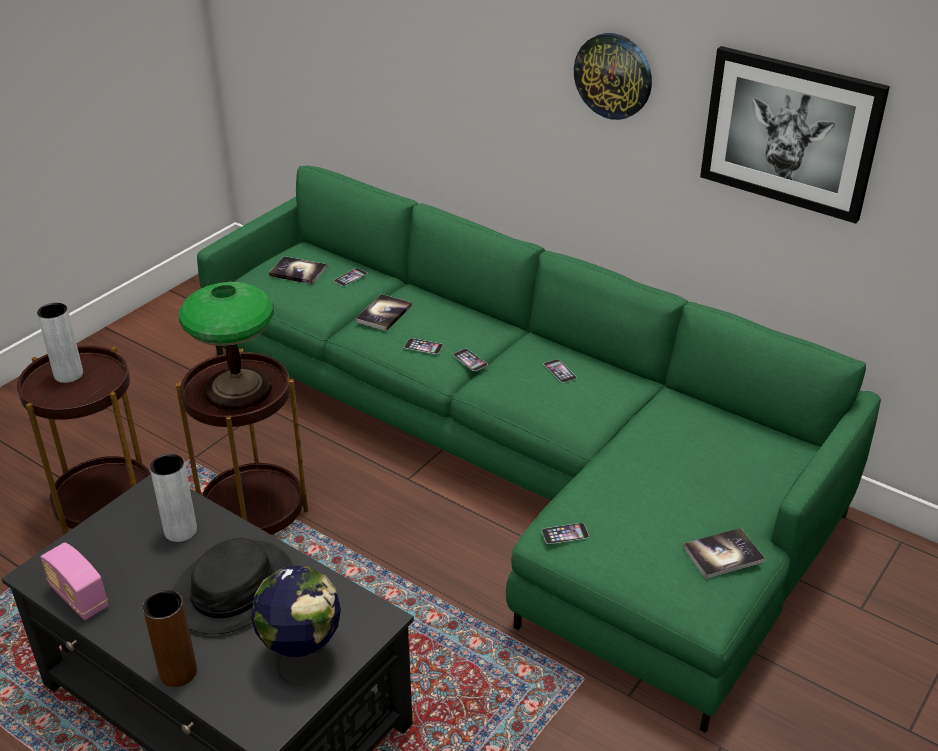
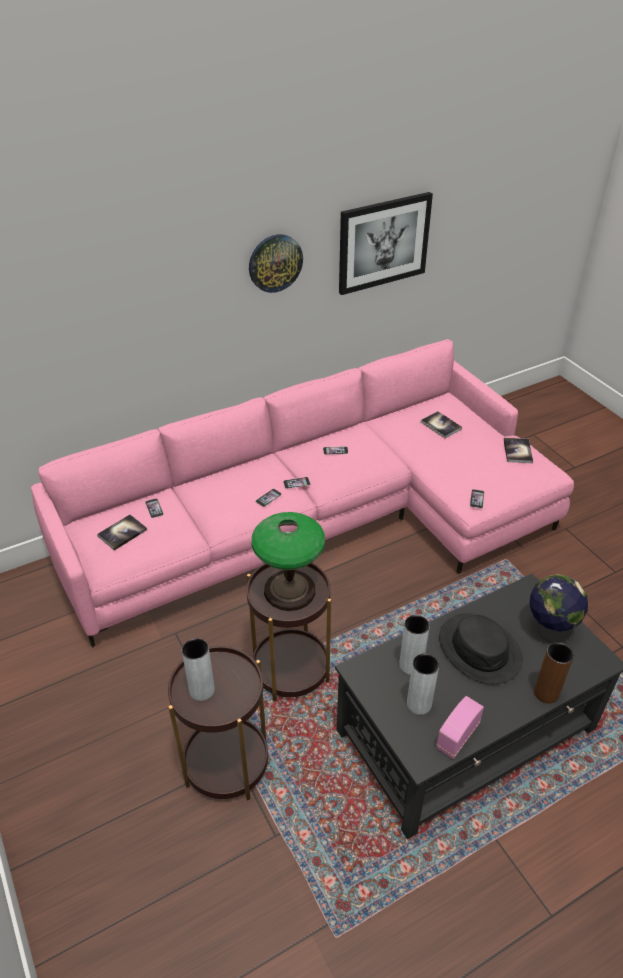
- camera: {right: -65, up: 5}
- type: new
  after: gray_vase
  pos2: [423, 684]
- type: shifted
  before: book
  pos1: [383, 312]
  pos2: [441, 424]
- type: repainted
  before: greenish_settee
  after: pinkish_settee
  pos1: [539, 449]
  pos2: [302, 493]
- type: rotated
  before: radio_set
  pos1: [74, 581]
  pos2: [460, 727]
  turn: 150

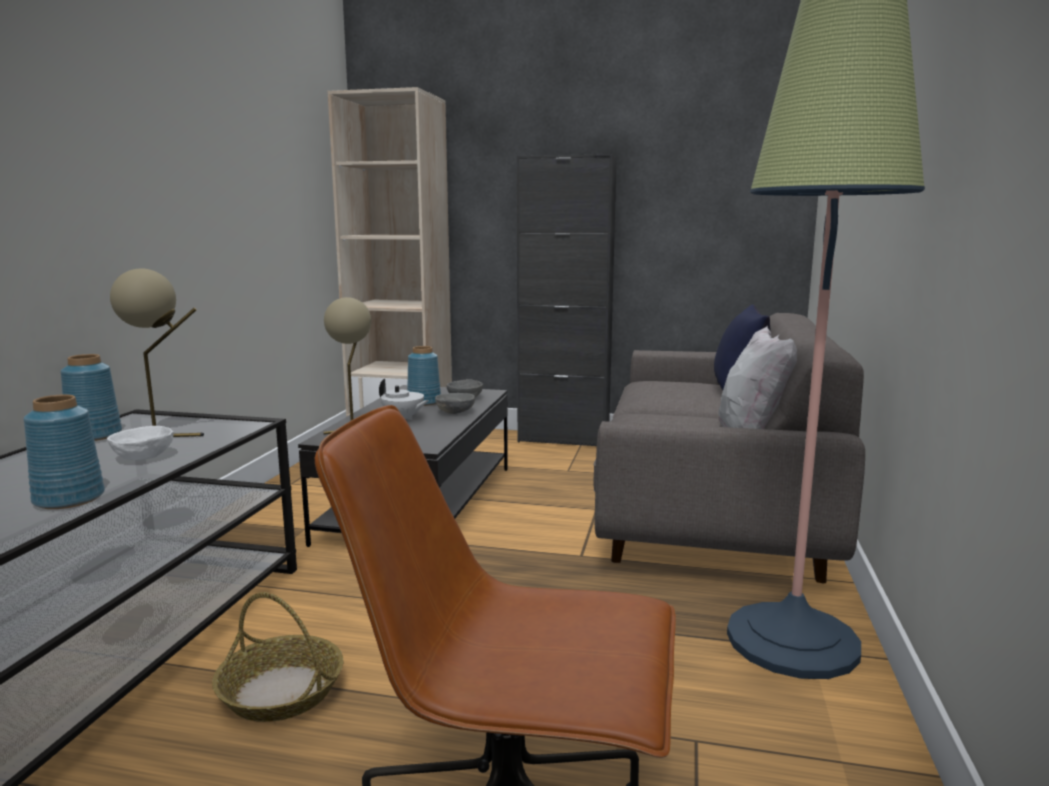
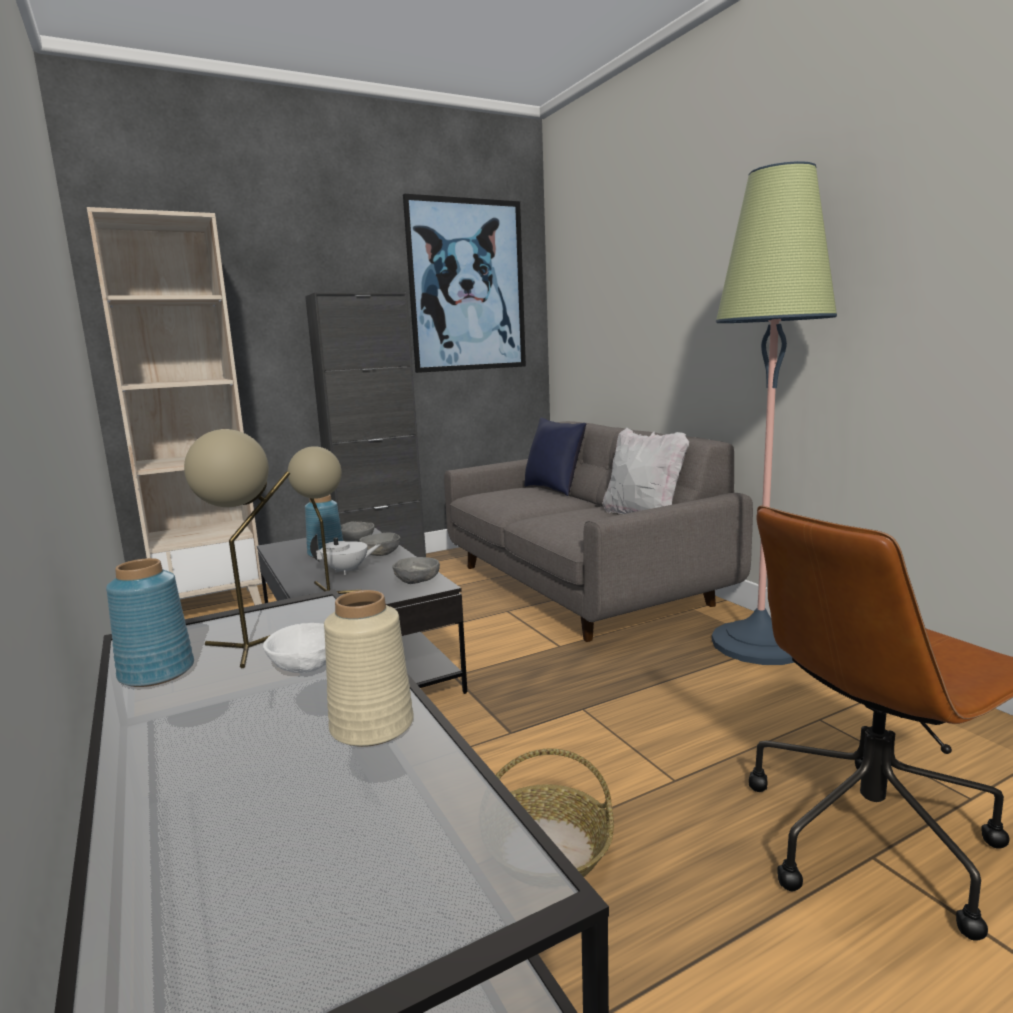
- camera: {right: -40, up: 0}
- type: new
  after: gray_serving_bowl
  pos2: [416, 570]
- type: new
  after: picture
  pos2: [464, 283]
- type: repainted
  before: blue-coloured_vase
  after: sand-coloured_vase
  pos1: [64, 451]
  pos2: [369, 668]

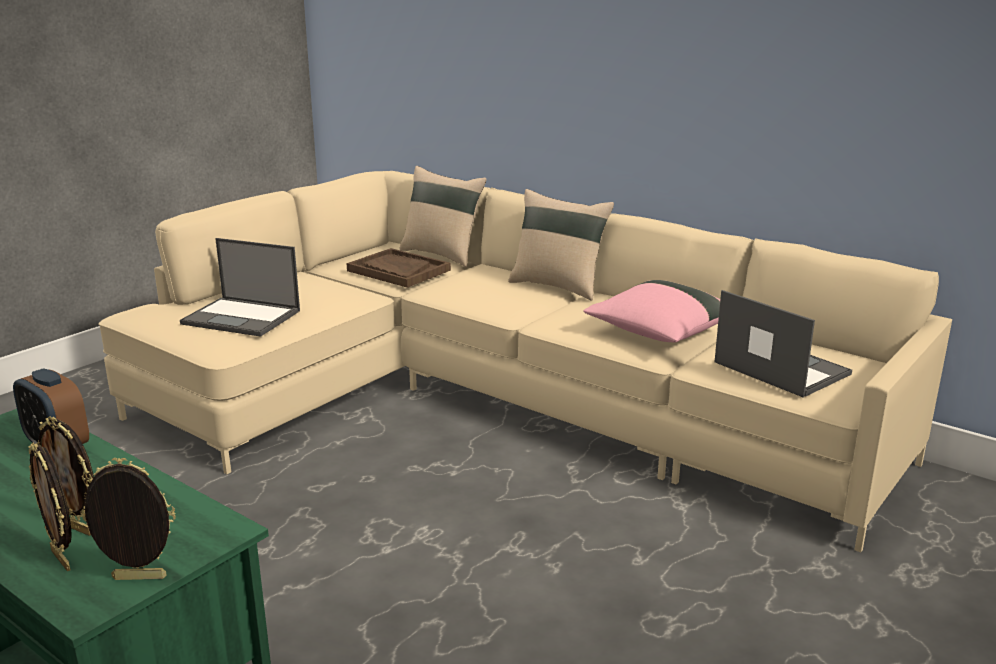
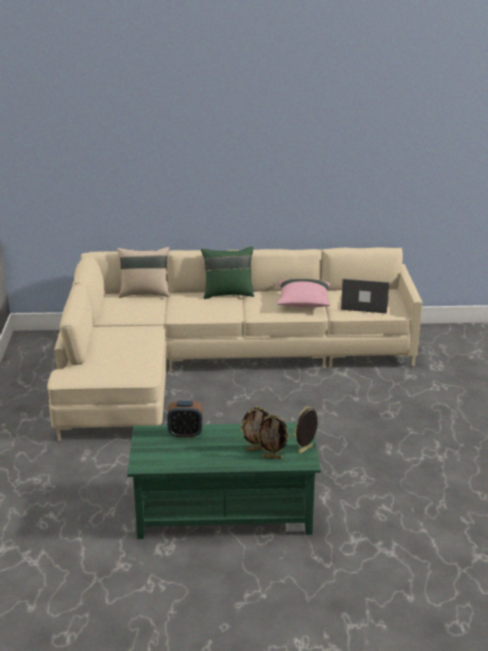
- camera: {right: -40, up: 5}
- type: gone
  before: portable_computer
  pos1: [240, 287]
- type: gone
  before: brown_carrying_tray
  pos1: [399, 268]
- type: repainted
  before: sand-coloured_throw_pillow
  after: greenish_throw_pillow
  pos1: [561, 245]
  pos2: [227, 272]

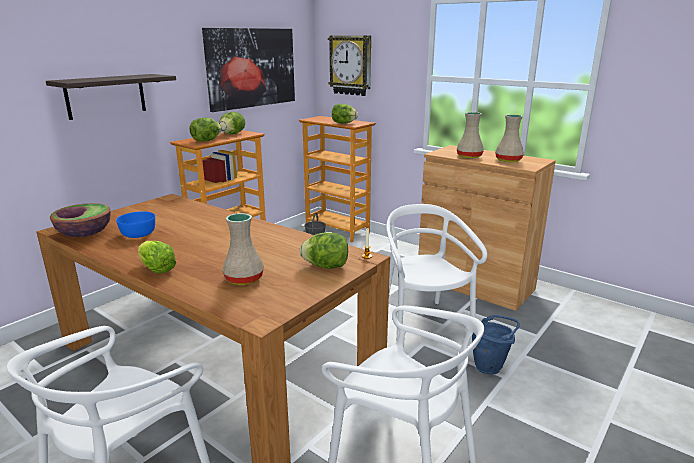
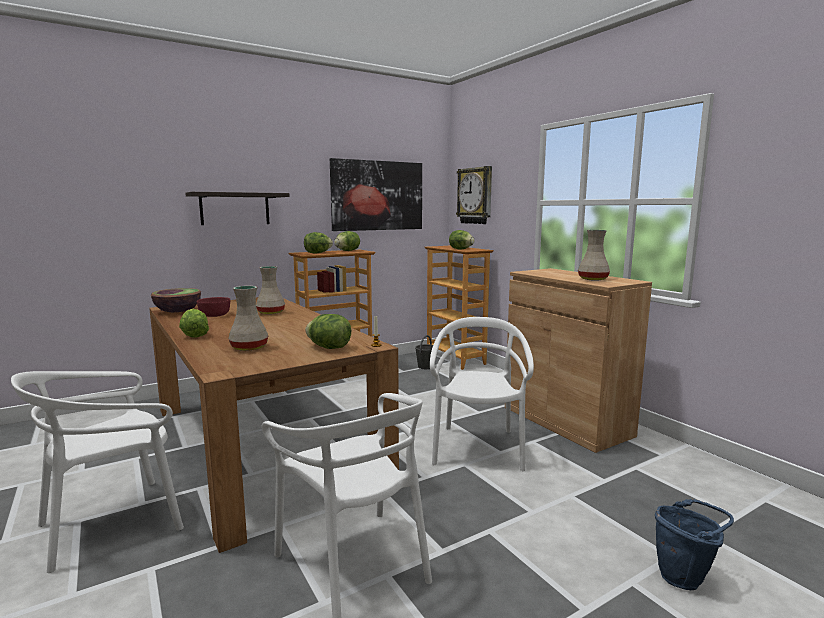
- camera: {right: 20, up: -10}
- type: shifted
  before: sand-coloured_vase
  pos1: [470, 135]
  pos2: [270, 290]
- type: shifted
  before: blue-coloured_water_bucket
  pos1: [496, 344]
  pos2: [694, 544]
- type: repainted
  before: blue-coloured_serving_bowl
  after: red-coloured_serving_bowl
  pos1: [135, 224]
  pos2: [213, 307]

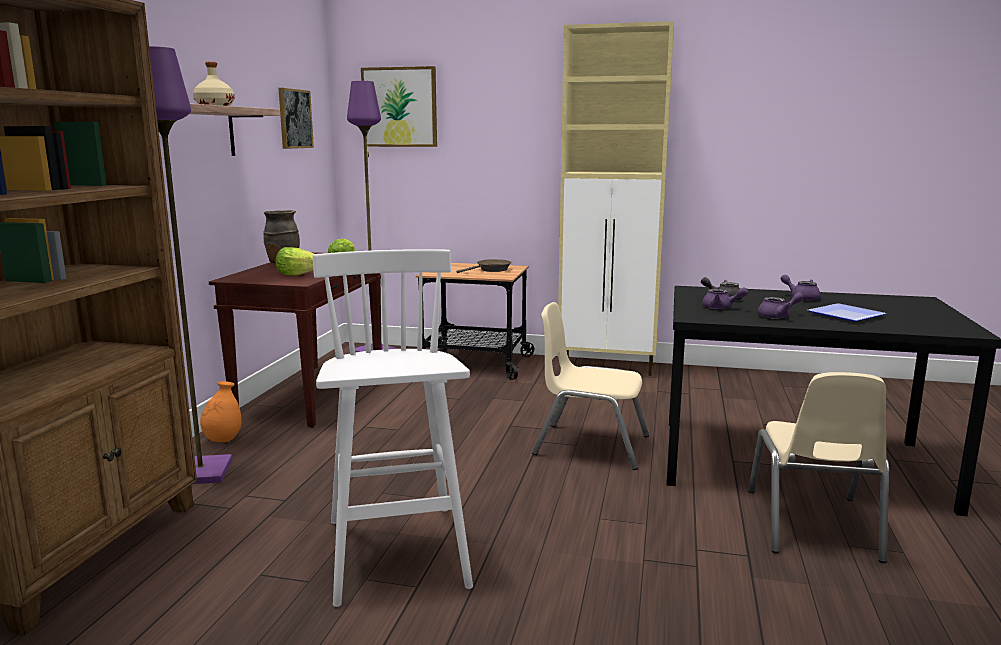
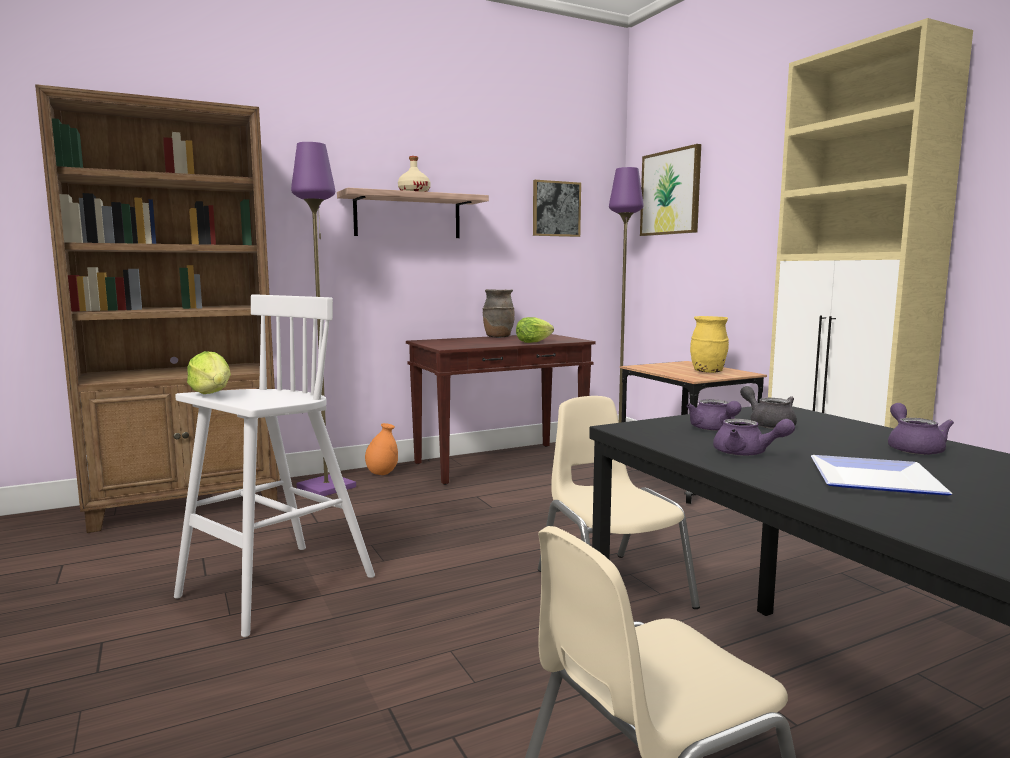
- camera: {right: 50, up: -5}
- type: shifted
  before: head_of_lettuce
  pos1: [294, 261]
  pos2: [209, 372]
- type: swapped
  before: brown_pan
  after: yellowish_vase
  pos1: [484, 266]
  pos2: [709, 344]

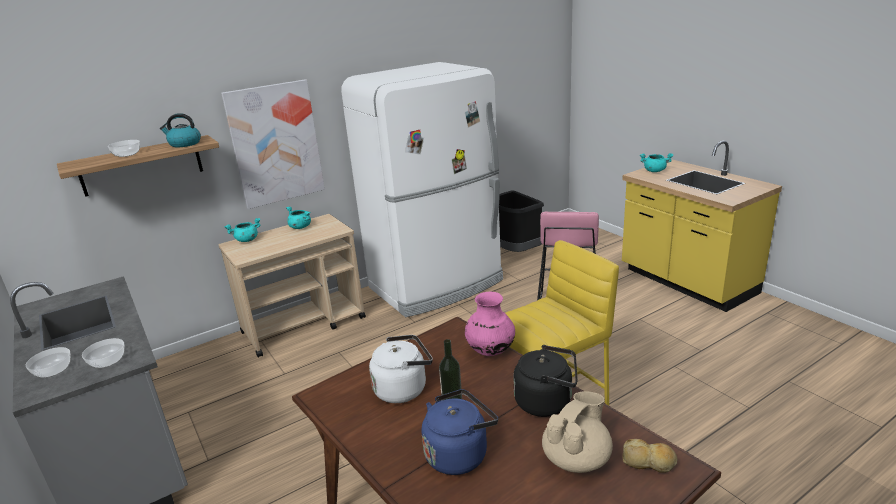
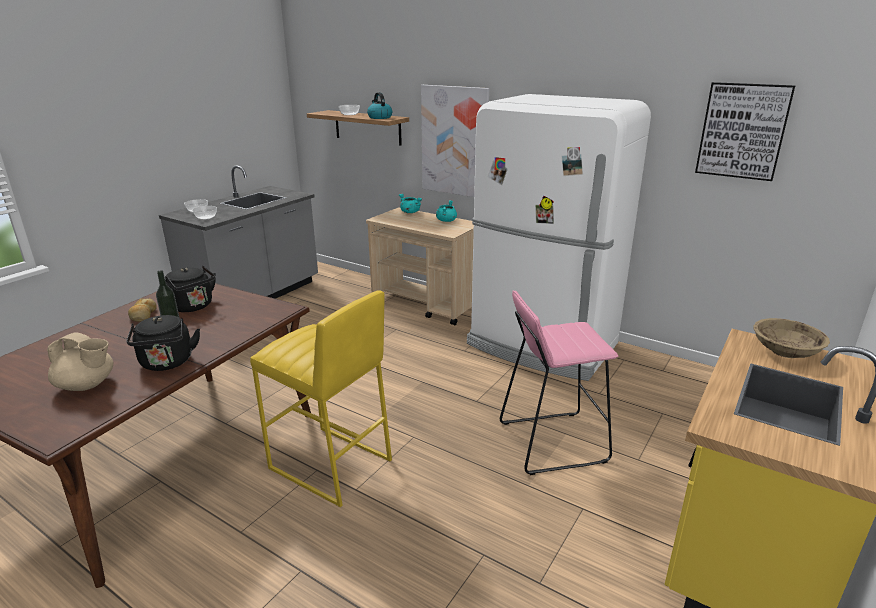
- camera: {right: 65, up: 0}
- type: gone
  before: blue-coloured_tea_kettle
  pos1: [460, 432]
- type: gone
  before: pinkish_vase
  pos1: [490, 324]
- type: gone
  before: black_rubbish_bin
  pos1: [521, 221]
- type: new
  after: picture
  pos2: [745, 131]
- type: shifted
  before: bread
  pos1: [650, 456]
  pos2: [142, 310]
- type: swapped
  before: turquoise-coloured_stockpot
  after: sand-coloured_serving_bowl
  pos1: [656, 162]
  pos2: [791, 338]
- type: repainted
  before: whitish_tea_kettle
  after: black_tea_kettle
  pos1: [401, 369]
  pos2: [190, 289]

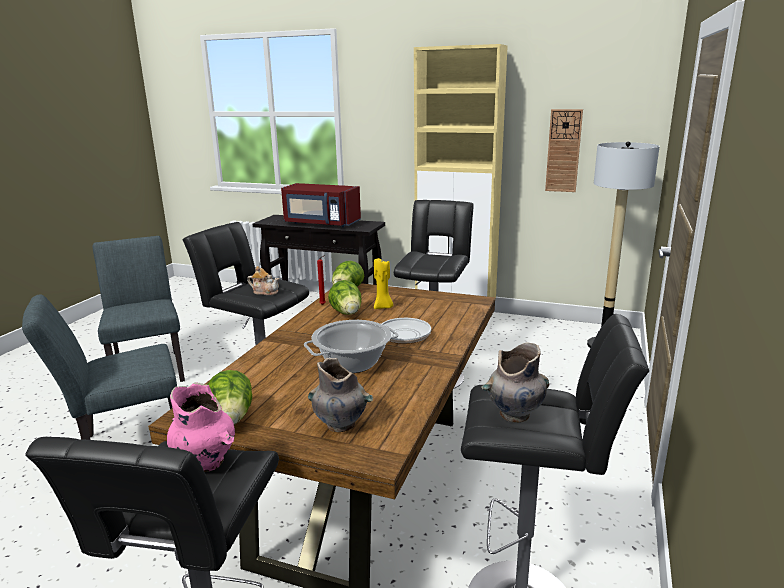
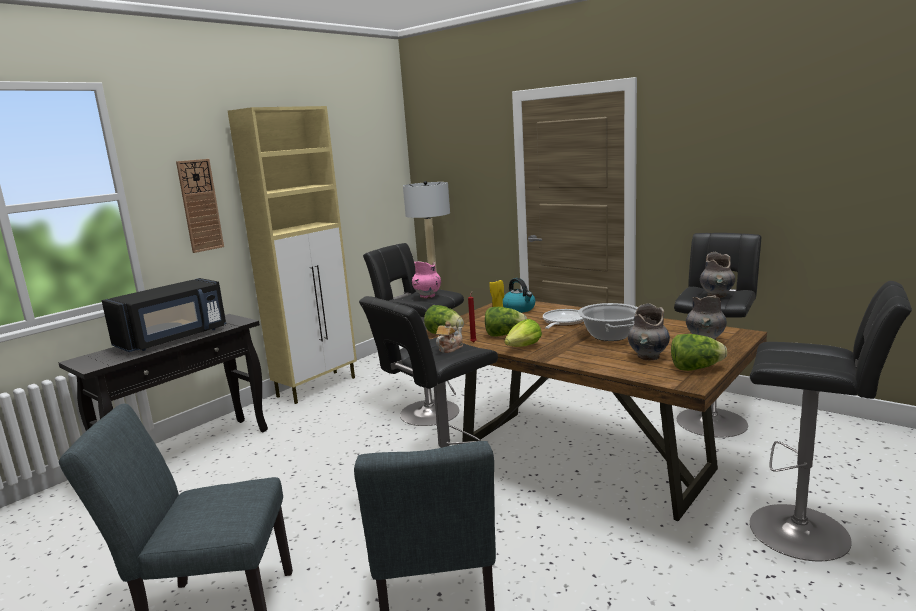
- camera: {right: -70, up: -5}
- type: new
  after: tea_kettle
  pos2: [519, 295]
- type: new
  after: head_of_lettuce
  pos2: [523, 333]
- type: new
  after: gray_vase
  pos2: [649, 331]
- type: shifted
  before: pinkish_vase
  pos1: [201, 427]
  pos2: [426, 280]
- type: shifted
  before: wall_clock
  pos1: [564, 150]
  pos2: [200, 206]
- type: repainted
  before: red-coloured_microwave_oven
  after: black_microwave_oven
  pos1: [321, 205]
  pos2: [164, 315]

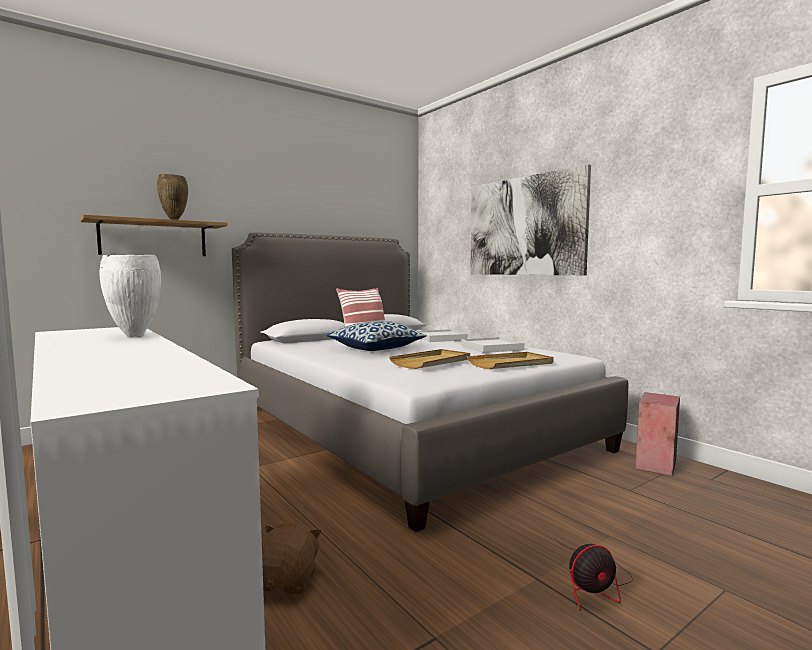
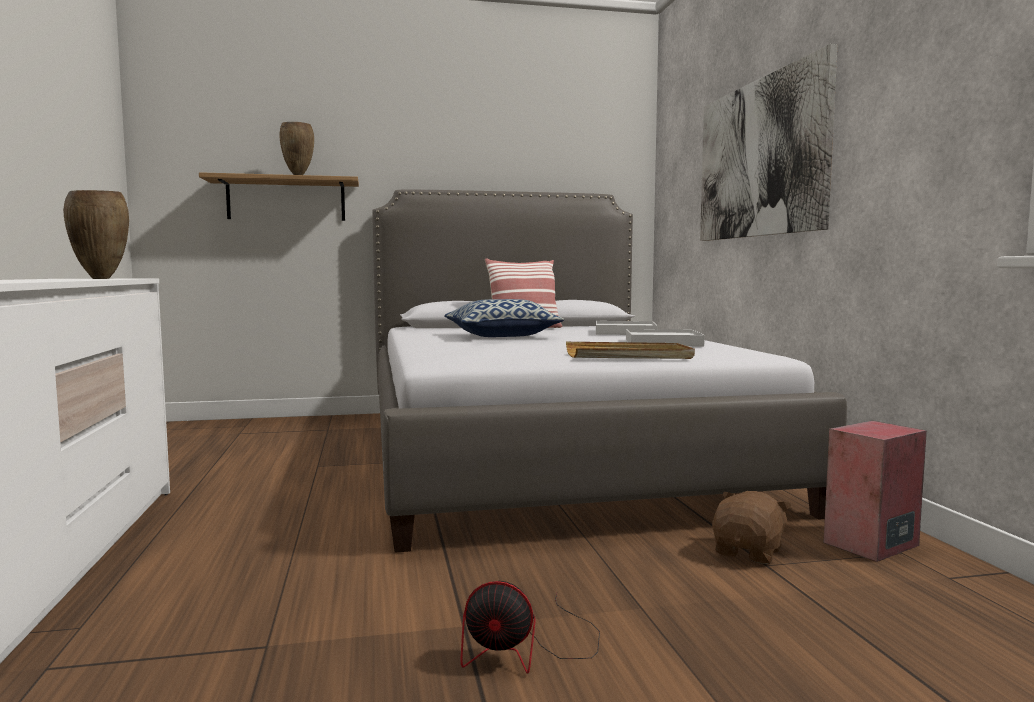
- camera: {right: 25, up: 0}
- type: gone
  before: sand-coloured_carrying_tray
  pos1: [429, 359]
- type: shifted
  before: brown_soft_toy
  pos1: [292, 558]
  pos2: [751, 527]
- type: repainted
  before: whitish_vase
  after: brown_vase
  pos1: [130, 296]
  pos2: [96, 234]

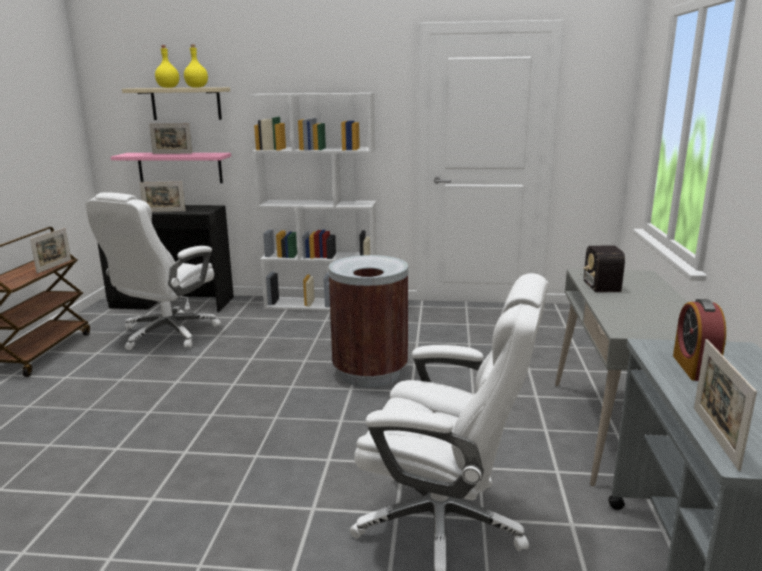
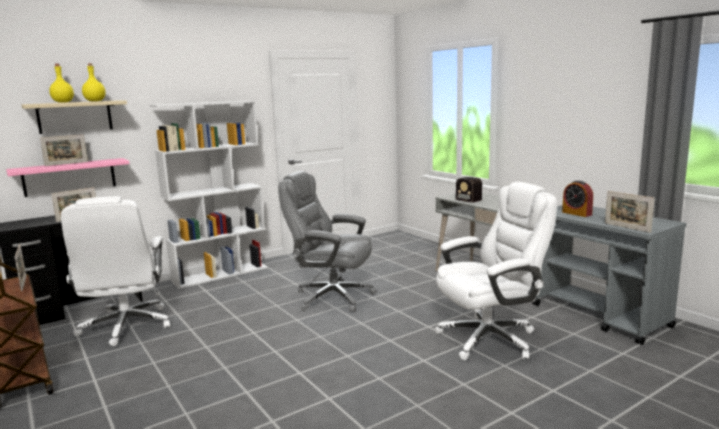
- camera: {right: -40, up: -5}
- type: swapped
  before: brown_rubbish_bin
  after: gray_office_chair
  pos1: [368, 321]
  pos2: [327, 241]

